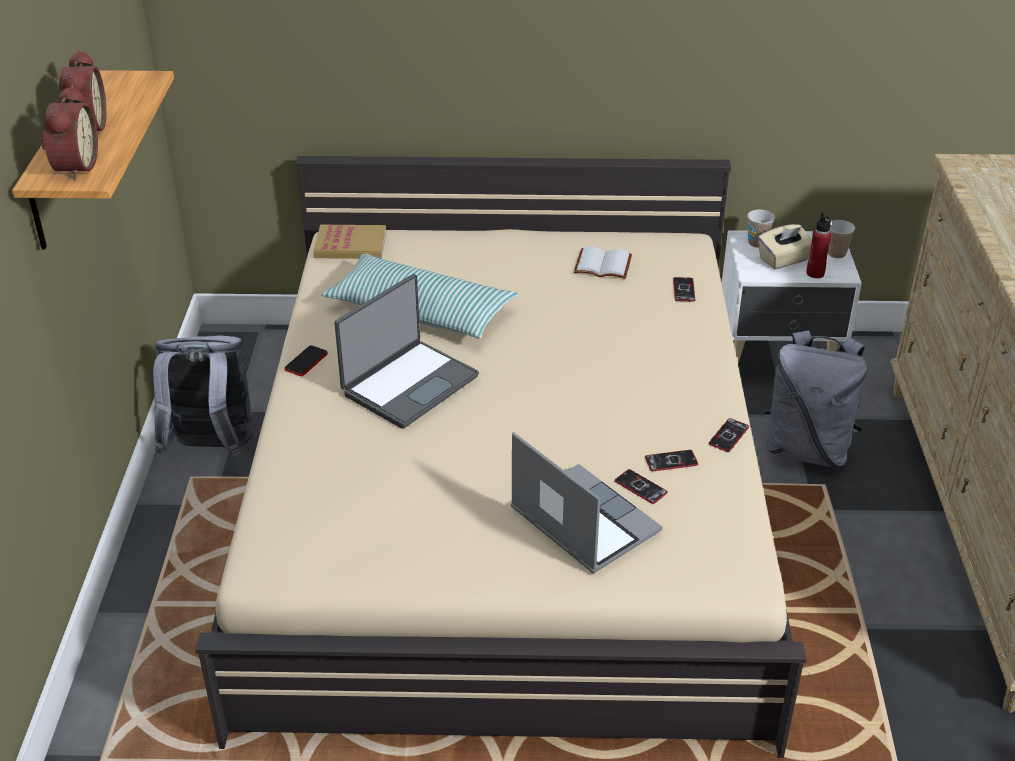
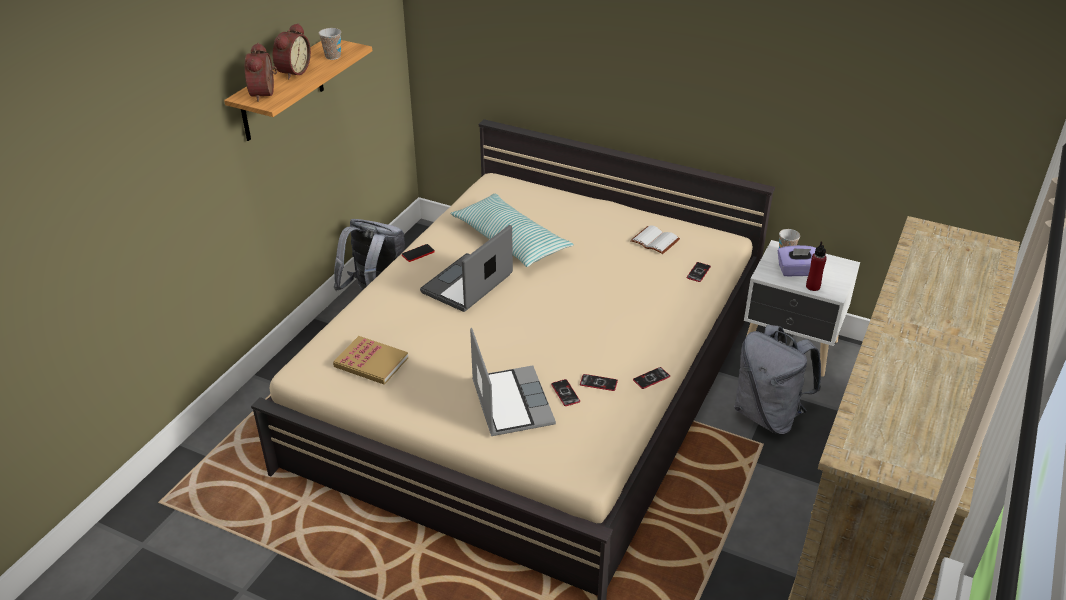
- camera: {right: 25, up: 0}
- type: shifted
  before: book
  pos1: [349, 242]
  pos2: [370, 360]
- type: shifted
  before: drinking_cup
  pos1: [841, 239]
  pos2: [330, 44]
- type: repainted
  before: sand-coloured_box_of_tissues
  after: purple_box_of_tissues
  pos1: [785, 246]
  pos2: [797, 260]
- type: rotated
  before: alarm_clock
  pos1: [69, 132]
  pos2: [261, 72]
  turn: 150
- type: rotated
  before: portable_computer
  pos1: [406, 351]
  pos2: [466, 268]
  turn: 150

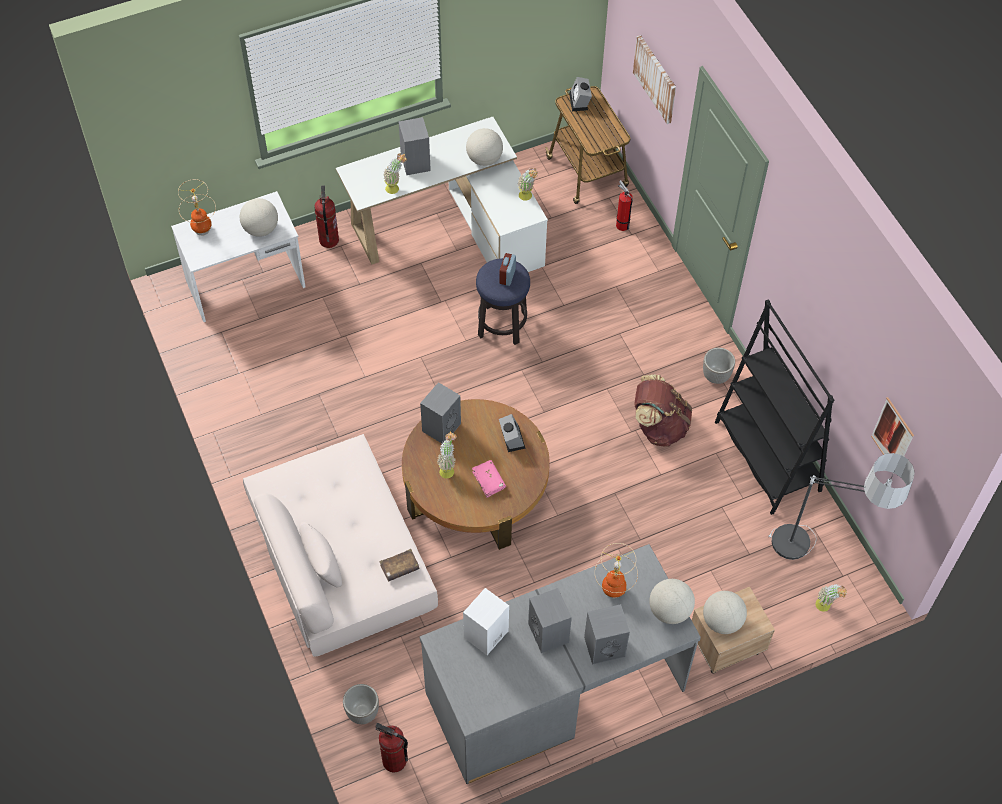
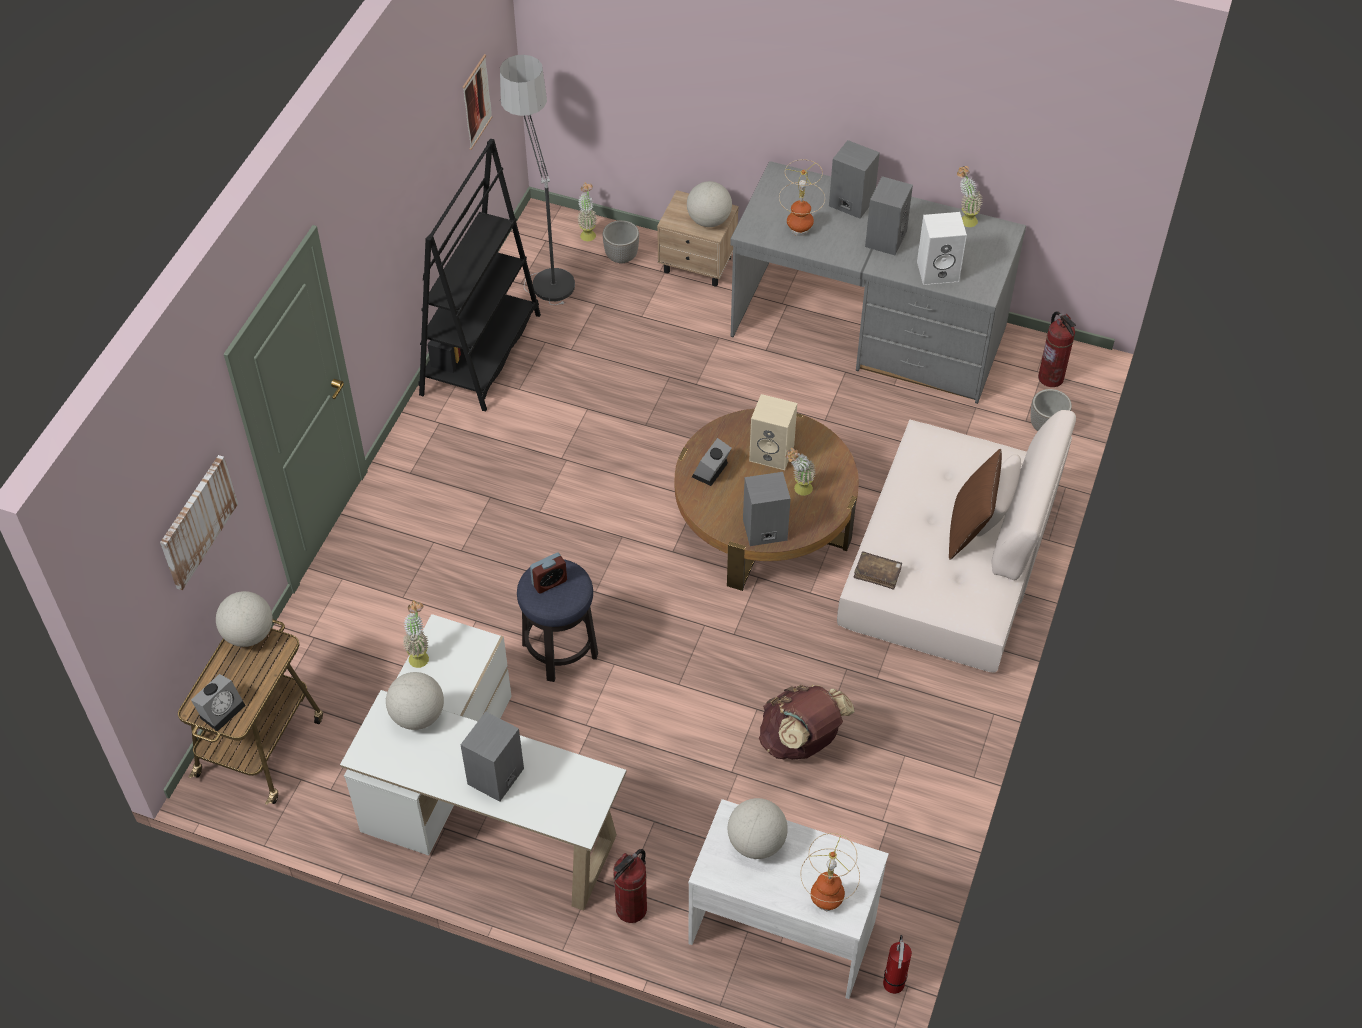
- camera: {right: -135, up: -5}
- type: new
  after: brown_throw_pillow
  pos2: [975, 504]
- type: shifted
  before: brown_book
  pos1: [399, 565]
  pos2: [877, 570]
- type: shifted
  before: plant_in_a_pot
  pos1: [395, 173]
  pos2: [969, 196]
- type: shifted
  before: extinguisher
  pos1: [624, 205]
  pos2: [897, 964]
- type: shifted
  before: brown_rucksack
  pos1: [663, 410]
  pos2: [807, 722]
- type: shifted
  before: globe
  pos1: [672, 601]
  pos2: [244, 619]
- type: shifted
  before: flower_pot
  pos1: [719, 366]
  pos2: [621, 242]
- type: swapped
  before: pinkish_book
  after: sand-coloured_speaker
  pos1: [489, 479]
  pos2: [773, 432]

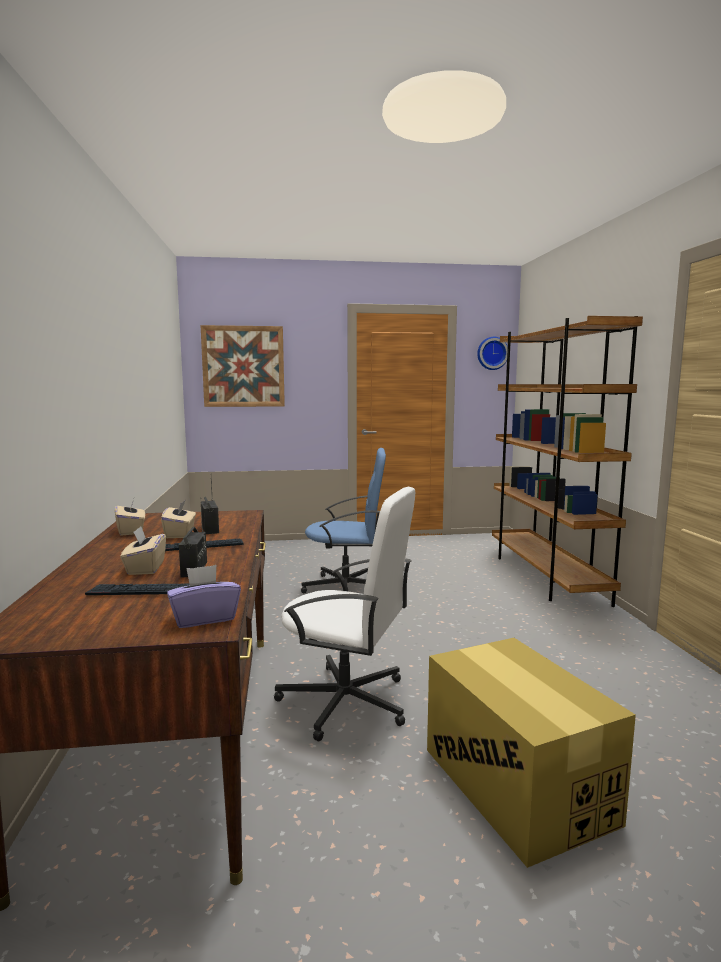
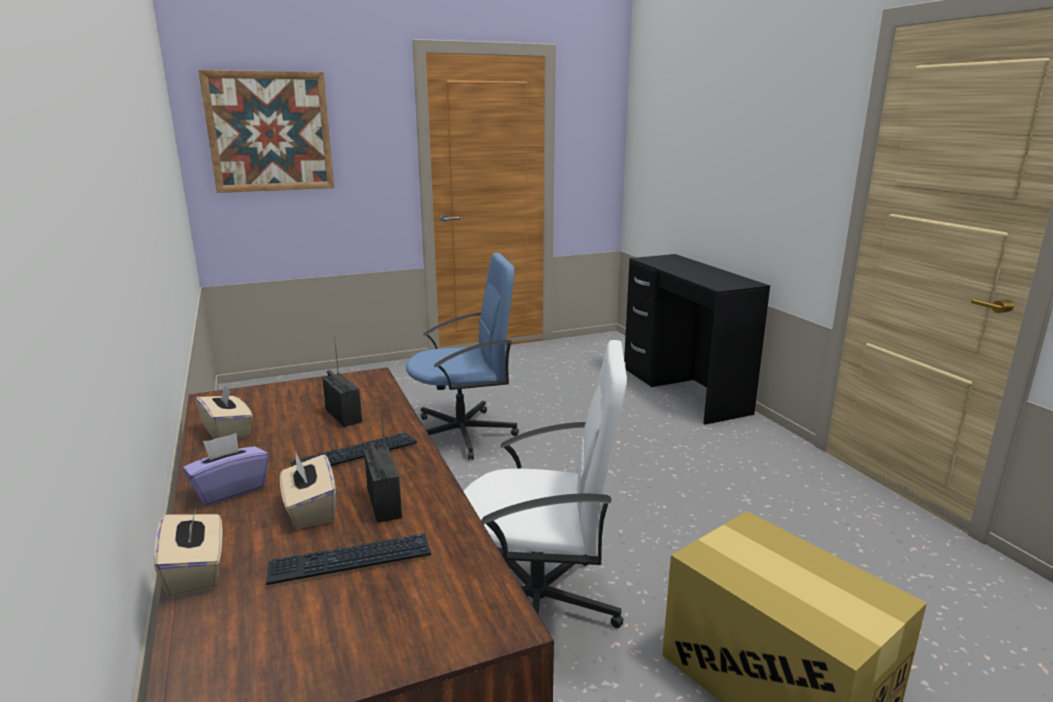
- camera: {right: -15, up: 10}
- type: gone
  before: wall_clock
  pos1: [492, 353]
- type: shifted
  before: sand-coloured_box_of_tissues
  pos1: [178, 519]
  pos2: [188, 550]
- type: shifted
  before: purple_box_of_tissues
  pos1: [204, 596]
  pos2: [226, 469]
- type: swapped
  before: brown_bookshelf
  after: black_desk_table
  pos1: [567, 461]
  pos2: [697, 339]

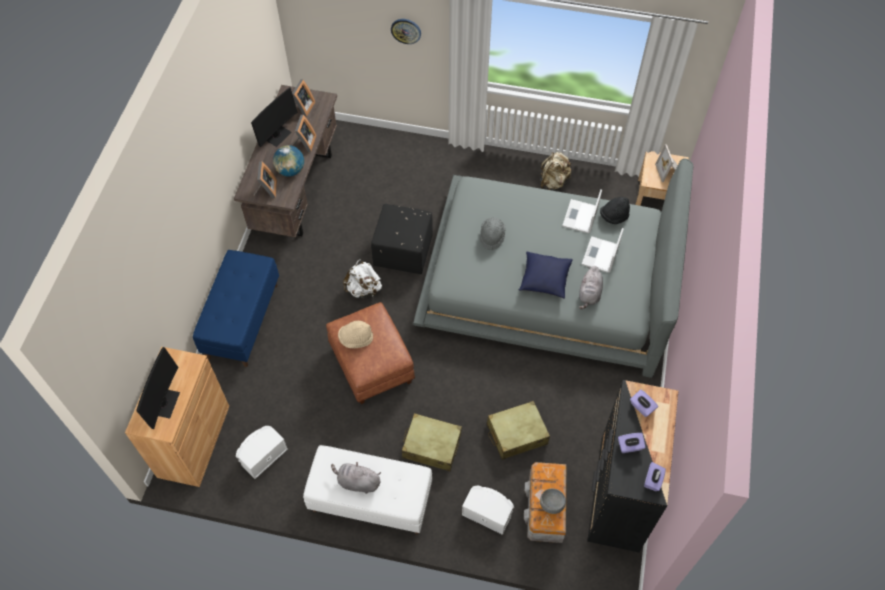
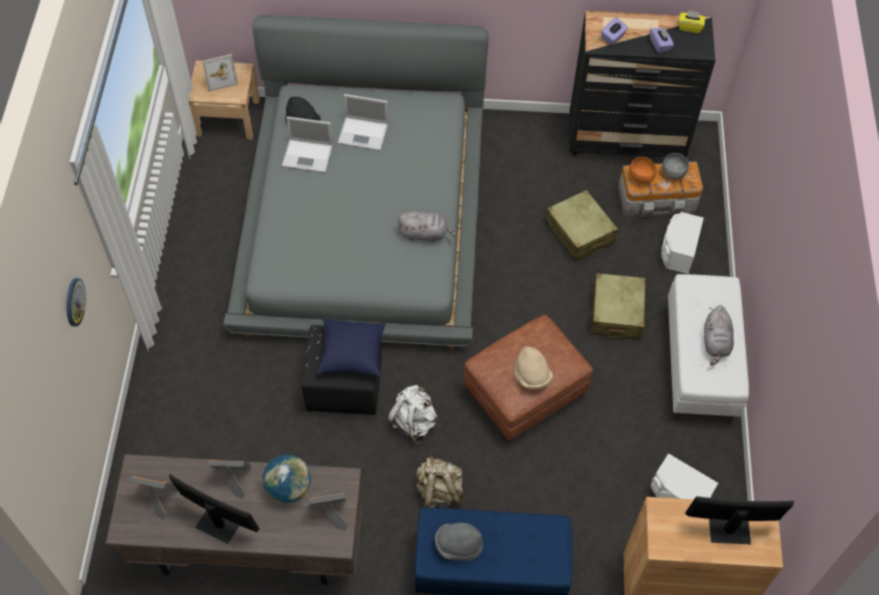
- camera: {right: -100, up: 0}
- type: new
  after: orangey_serving_bowl
  pos2: [642, 170]
- type: shifted
  before: gray_hat
  pos1: [493, 233]
  pos2: [459, 542]
- type: shifted
  before: blue-coloured_throw_pillow
  pos1: [546, 275]
  pos2: [351, 348]
- type: shifted
  before: sand-coloured_rucksack
  pos1: [556, 171]
  pos2: [441, 481]
- type: shifted
  before: gray_soft_toy
  pos1: [591, 287]
  pos2: [427, 226]
- type: repainted
  before: purple_box_of_tissues
  after: yellowish_box_of_tissues
  pos1: [655, 476]
  pos2: [692, 21]

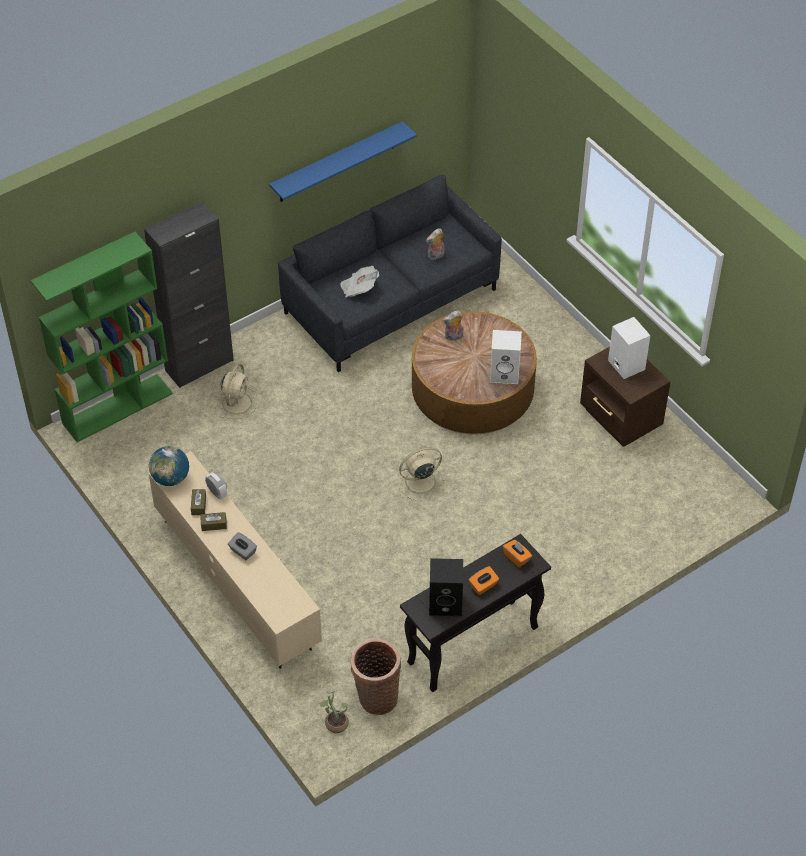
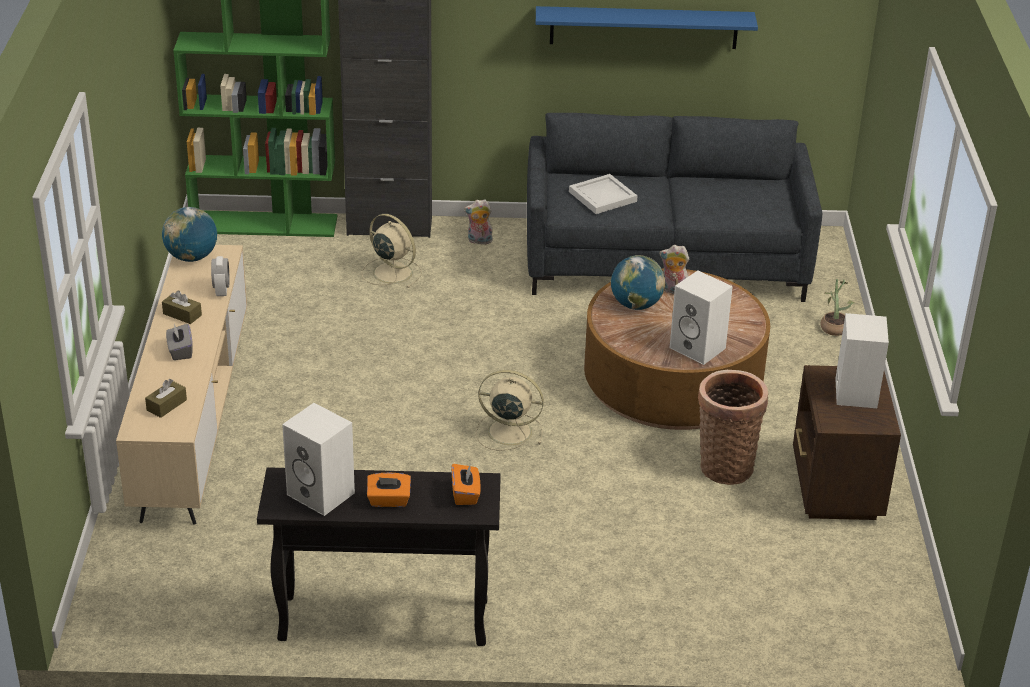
- camera: {right: 35, up: -15}
- type: new
  after: globe
  pos2: [638, 282]
- type: shifted
  before: brown_box_of_tissues
  pos1: [198, 502]
  pos2: [166, 398]
- type: shifted
  before: plant_in_a_pot
  pos1: [334, 712]
  pos2: [837, 307]
- type: shifted
  before: storage_basket
  pos1: [376, 676]
  pos2: [733, 427]
- type: shifted
  before: soft_toy
  pos1: [435, 244]
  pos2: [478, 222]
- type: swapped
  before: printed_paper
  after: whitish_carrying_tray
  pos1: [359, 281]
  pos2: [603, 194]
- type: repainted
  before: black_speaker
  after: whitish_speaker
  pos1: [446, 587]
  pos2: [318, 459]
- type: rotated
  before: sand-coloured_fan
  pos1: [237, 391]
  pos2: [391, 251]
  turn: -105

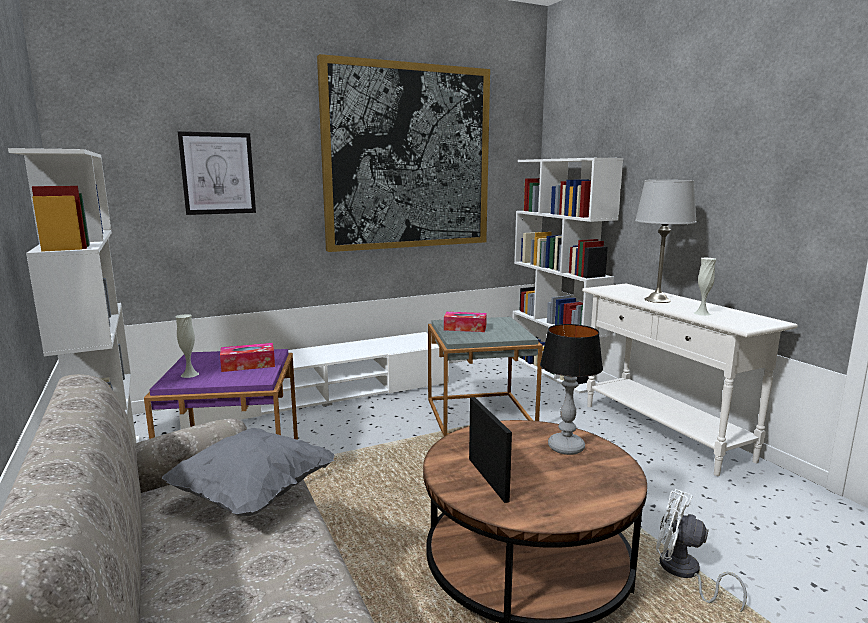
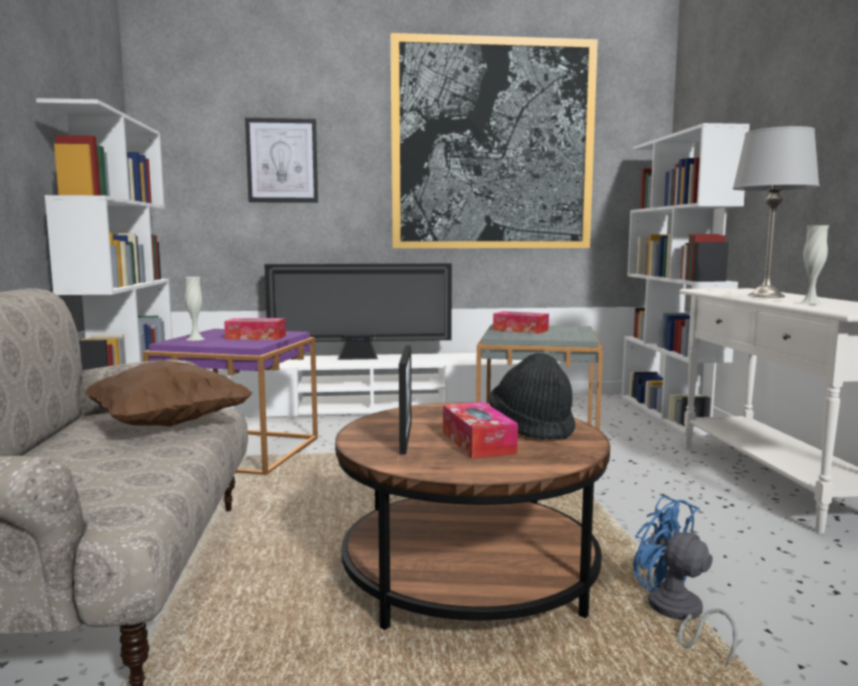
- camera: {right: 20, up: -5}
- type: new
  after: television
  pos2: [358, 311]
- type: new
  after: box_of_tissues
  pos2: [480, 430]
- type: swapped
  before: table_lamp
  after: black_hat
  pos1: [571, 389]
  pos2: [532, 396]
- type: repainted
  before: gray_throw_pillow
  after: brown_throw_pillow
  pos1: [248, 472]
  pos2: [168, 393]
- type: repainted
  before: whitish_fan
  after: blue-coloured_fan
  pos1: [701, 550]
  pos2: [685, 580]

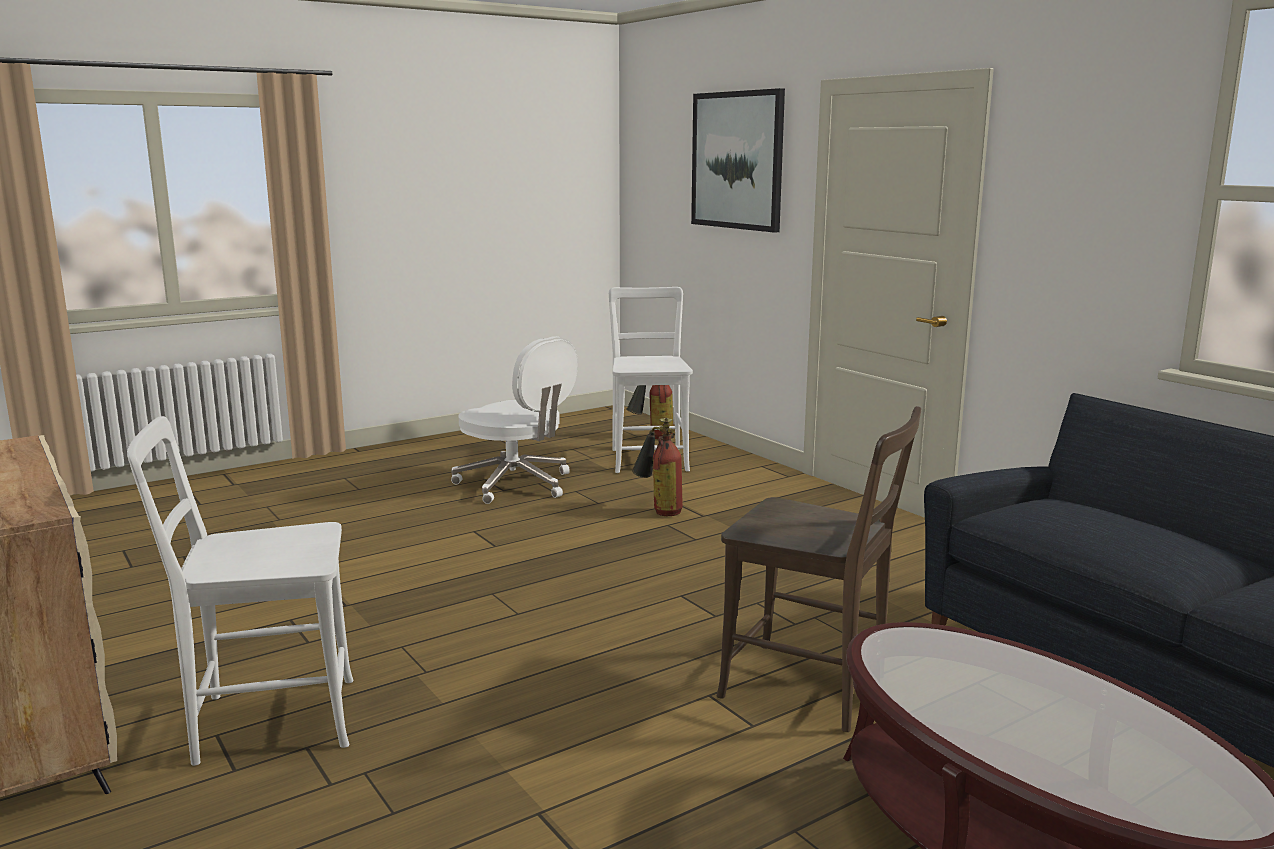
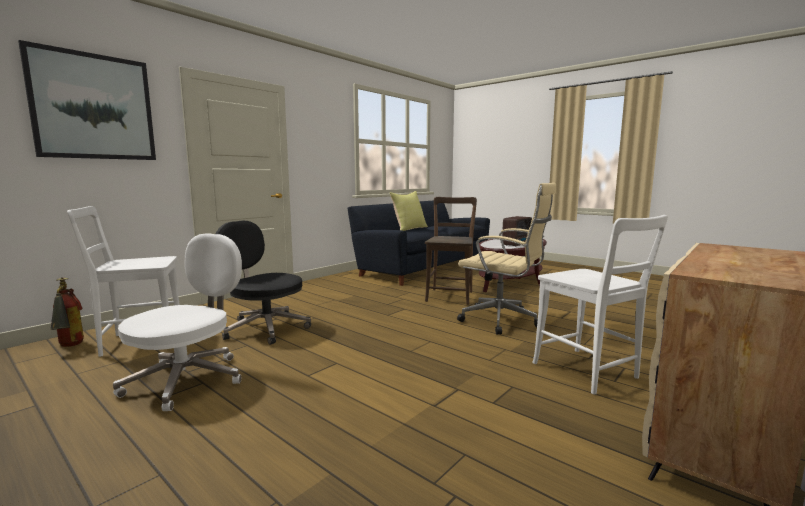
- camera: {right: -105, up: -5}
- type: new
  after: yellowish_throw_pillow
  pos2: [409, 211]
- type: new
  after: sand-coloured_office_chair
  pos2: [506, 259]
- type: new
  after: radio_set
  pos2: [517, 231]
- type: swapped
  before: extinguisher
  after: black_office_chair
  pos1: [657, 467]
  pos2: [263, 283]

